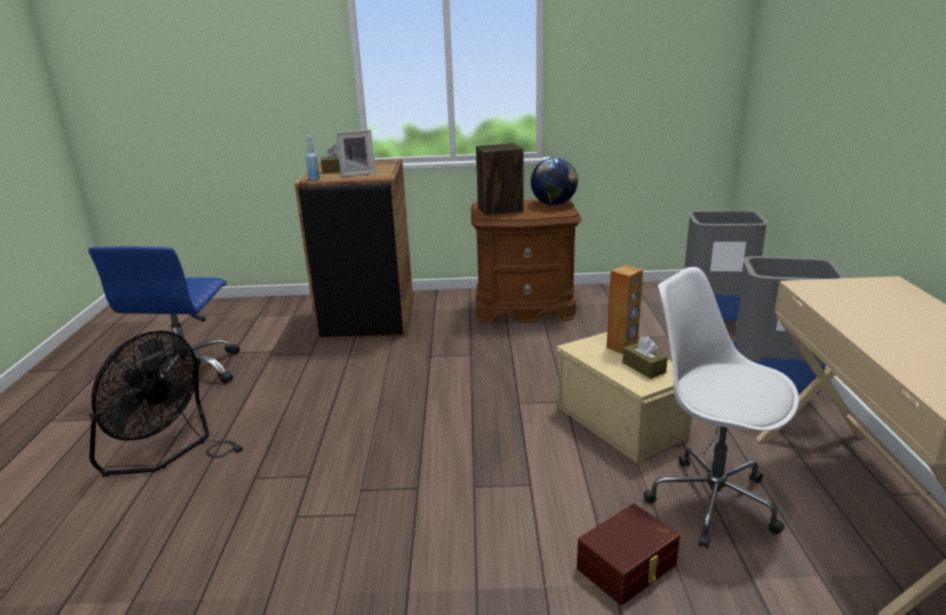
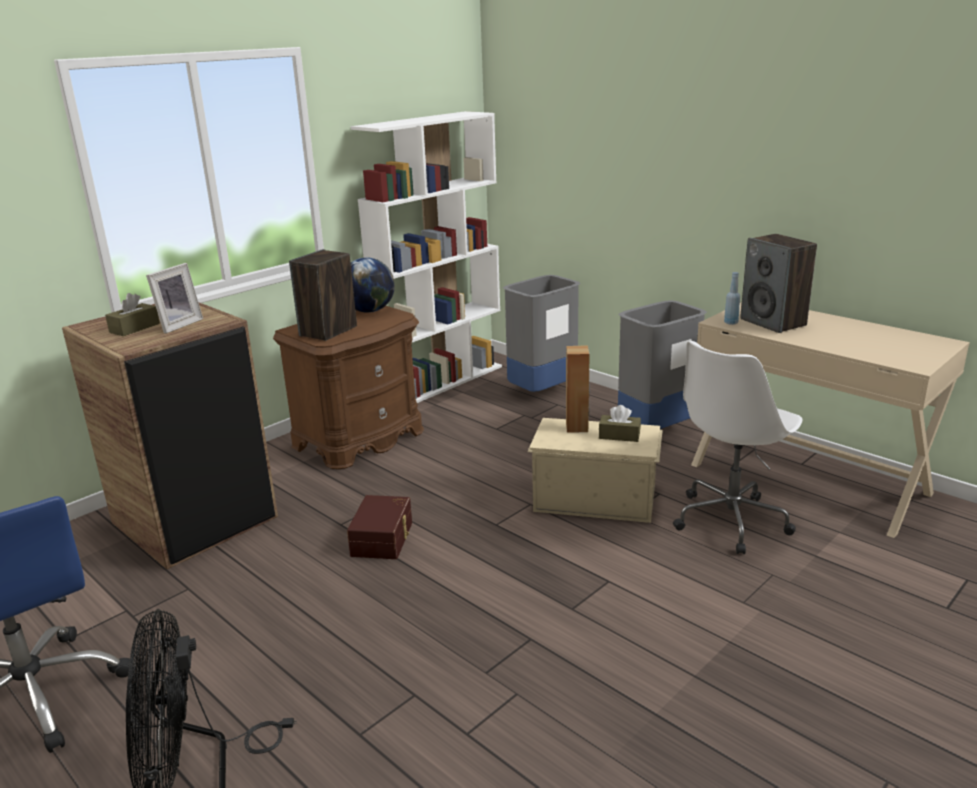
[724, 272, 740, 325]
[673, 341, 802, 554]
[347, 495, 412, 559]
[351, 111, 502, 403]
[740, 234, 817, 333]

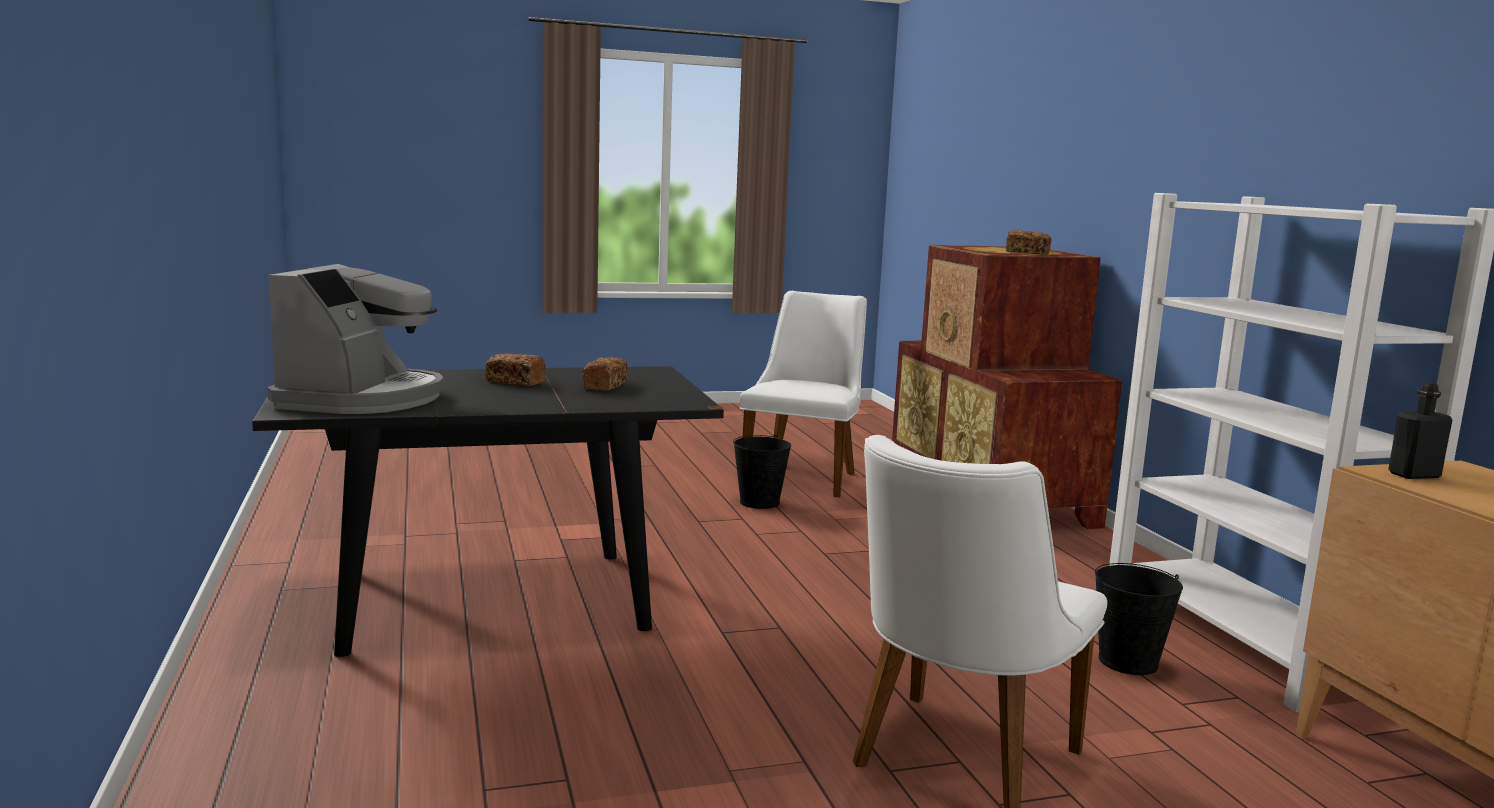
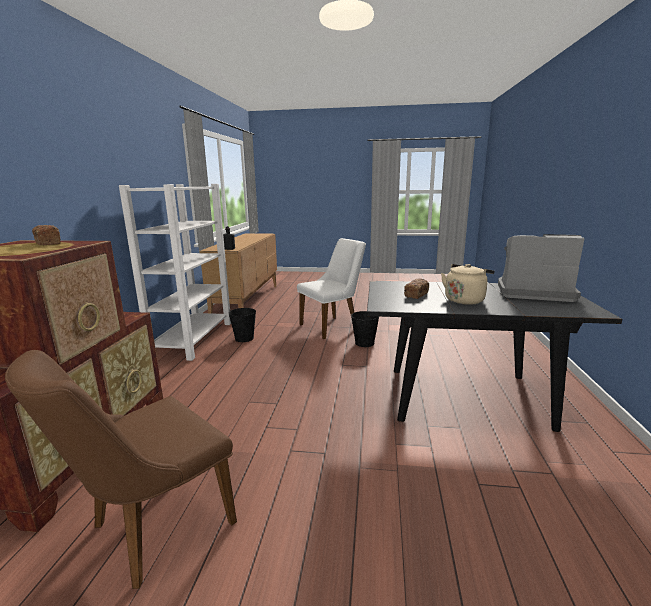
[498, 234, 585, 302]
[5, 350, 237, 589]
[441, 264, 495, 305]
[351, 311, 379, 347]

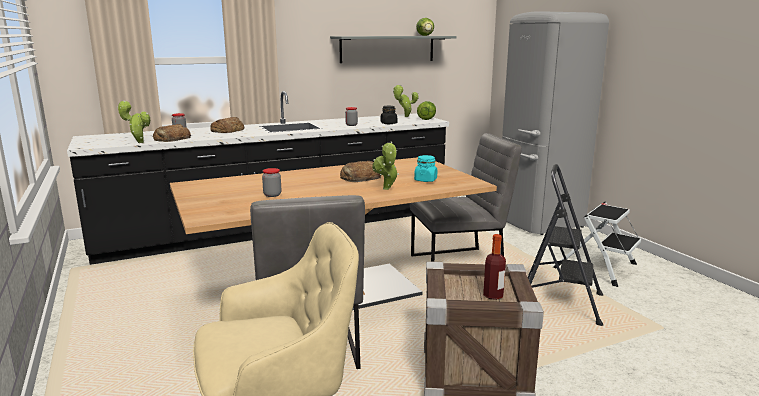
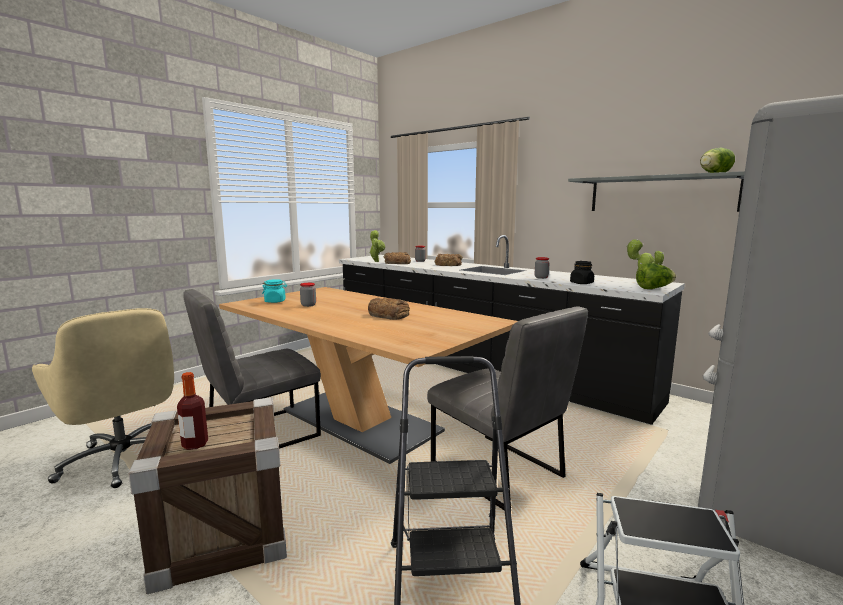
[372, 142, 399, 190] (first image)
[262, 279, 287, 303]

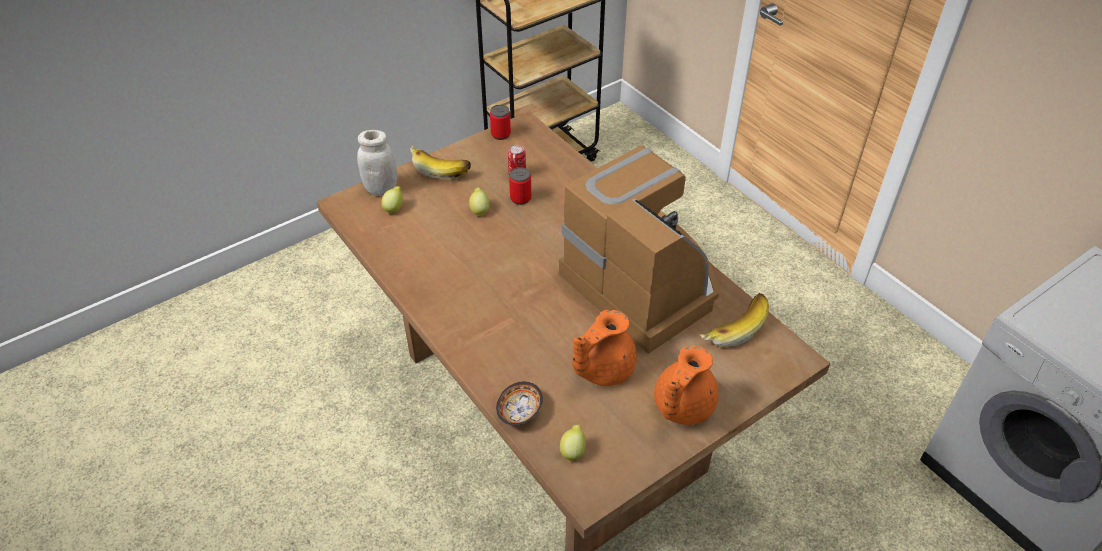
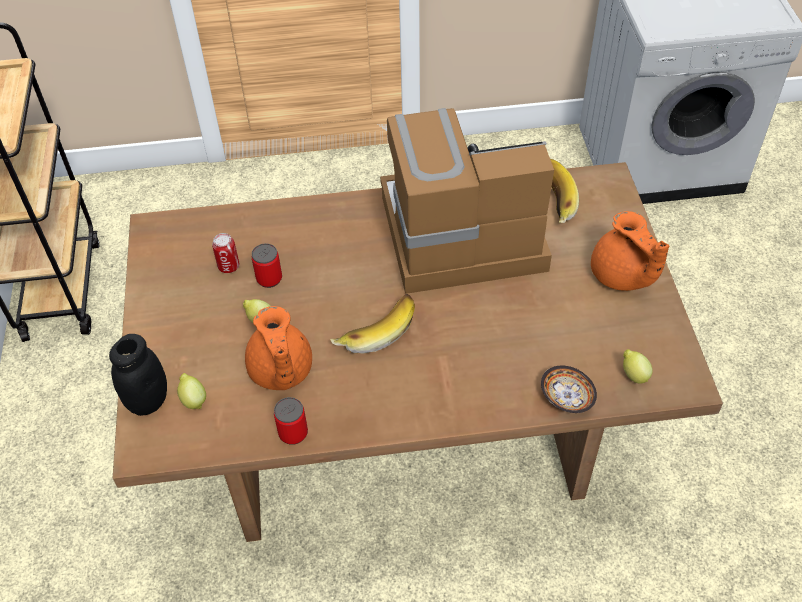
[274, 397, 308, 445]
[109, 334, 167, 416]
[330, 294, 415, 354]
[245, 306, 312, 390]

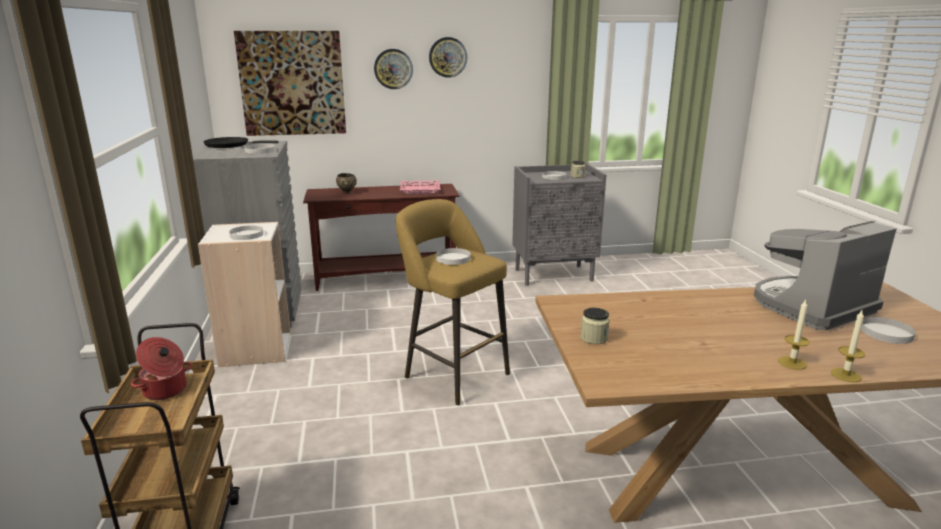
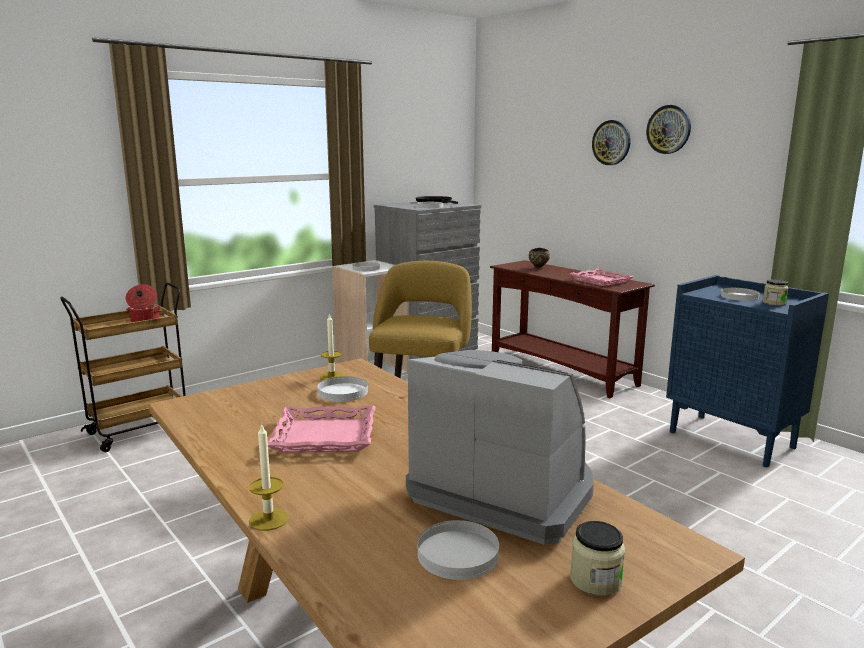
[234, 31, 346, 136] (first image)
[666, 275, 829, 467]
[317, 376, 368, 402]
[320, 313, 344, 380]
[570, 521, 625, 596]
[267, 406, 376, 453]

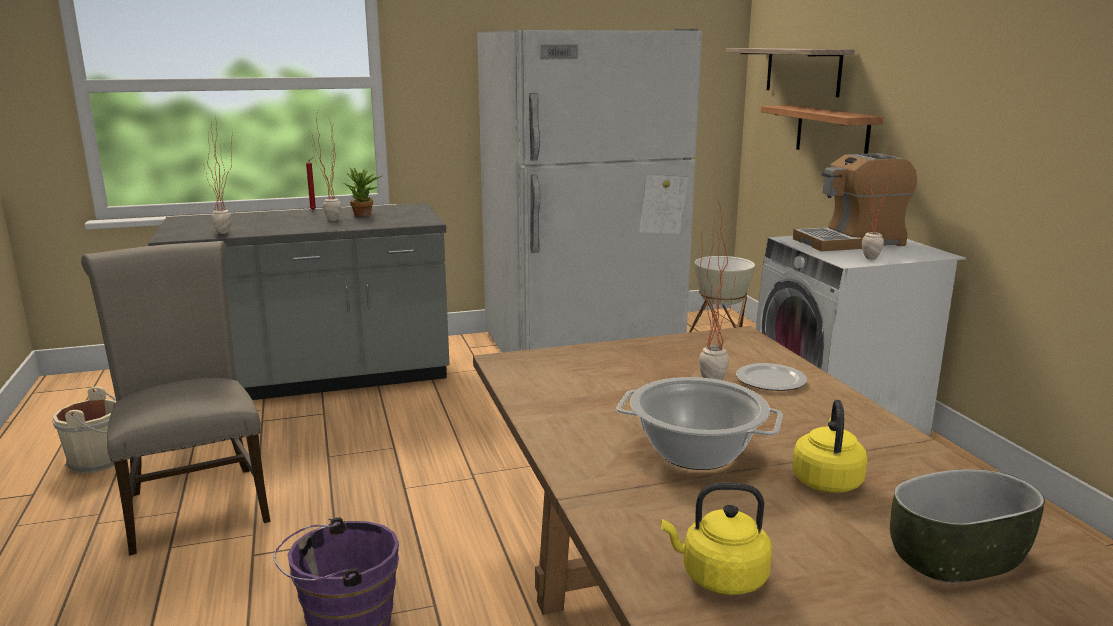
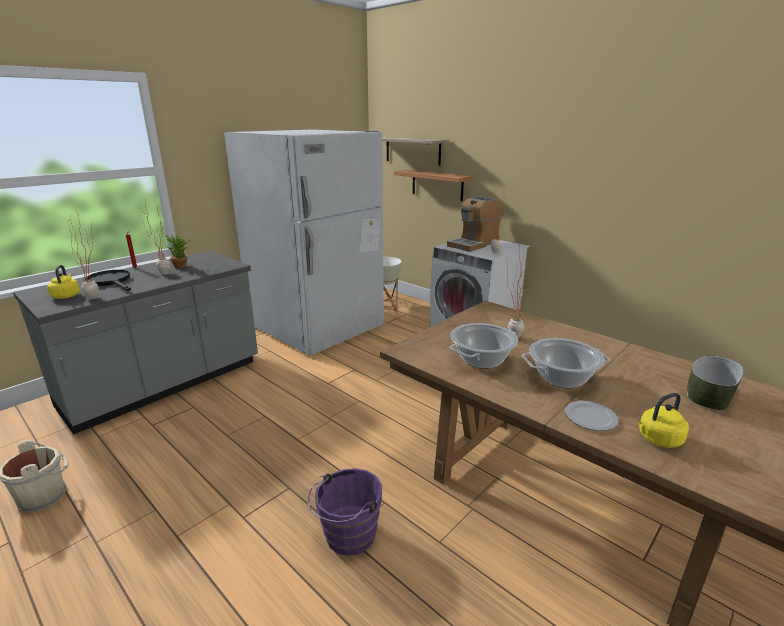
[81, 241, 271, 555] (first image)
[565, 401, 619, 431]
[47, 265, 80, 299]
[85, 270, 131, 291]
[450, 323, 518, 369]

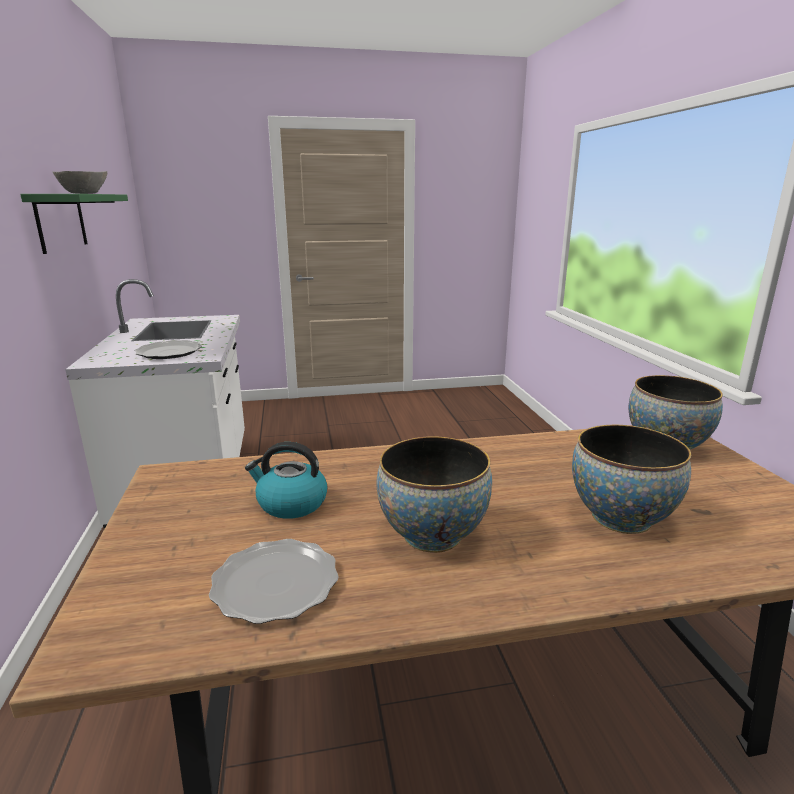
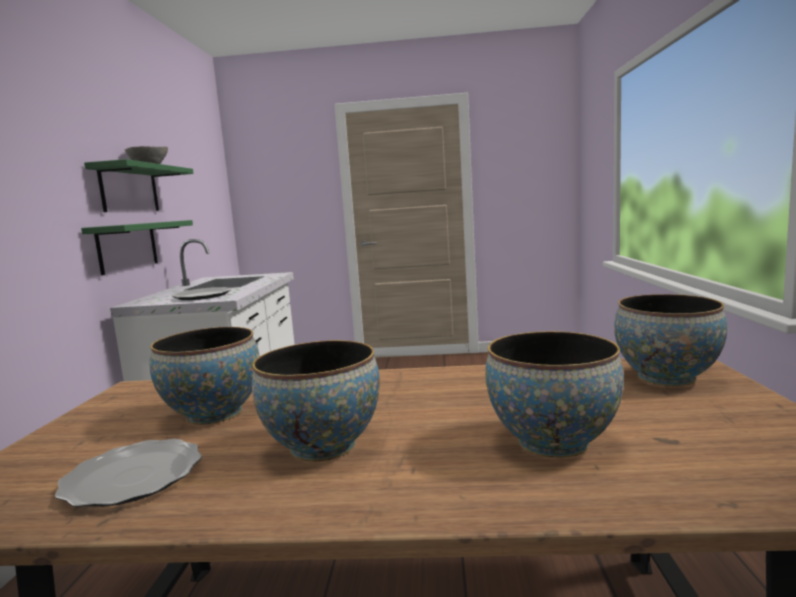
[149, 327, 260, 425]
[81, 220, 193, 275]

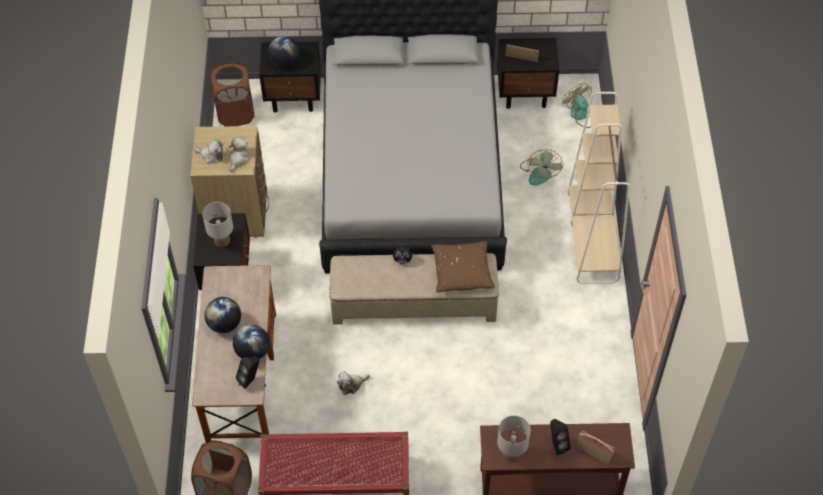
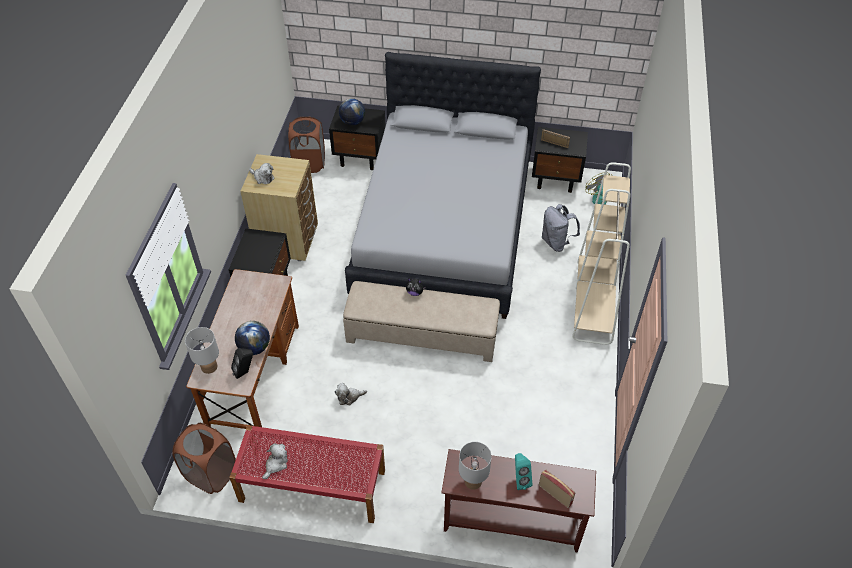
[262, 443, 288, 479]
[542, 204, 580, 252]
[185, 327, 219, 374]
[431, 241, 495, 292] (first image)
[204, 297, 241, 333] (first image)
[515, 453, 532, 490]

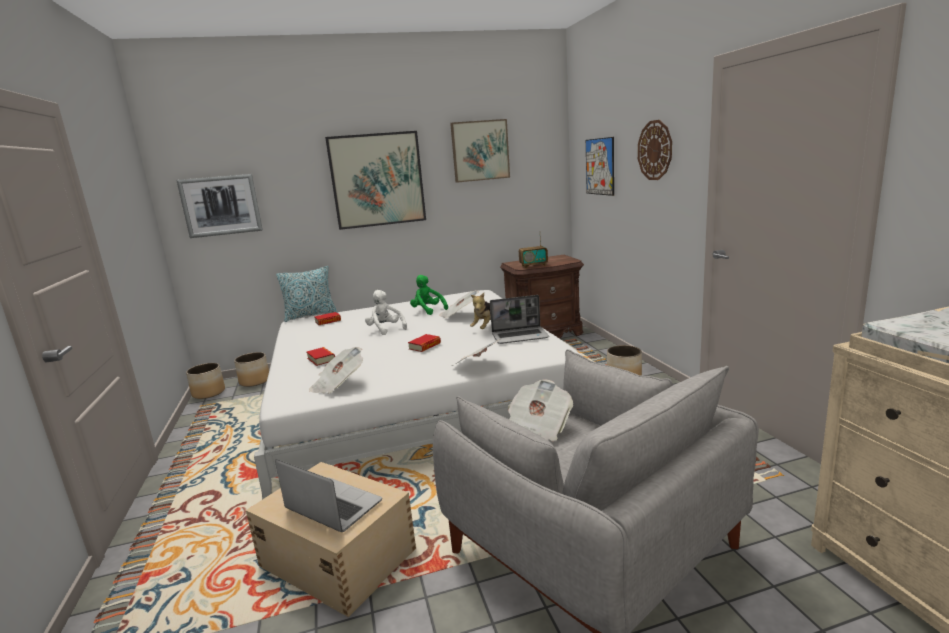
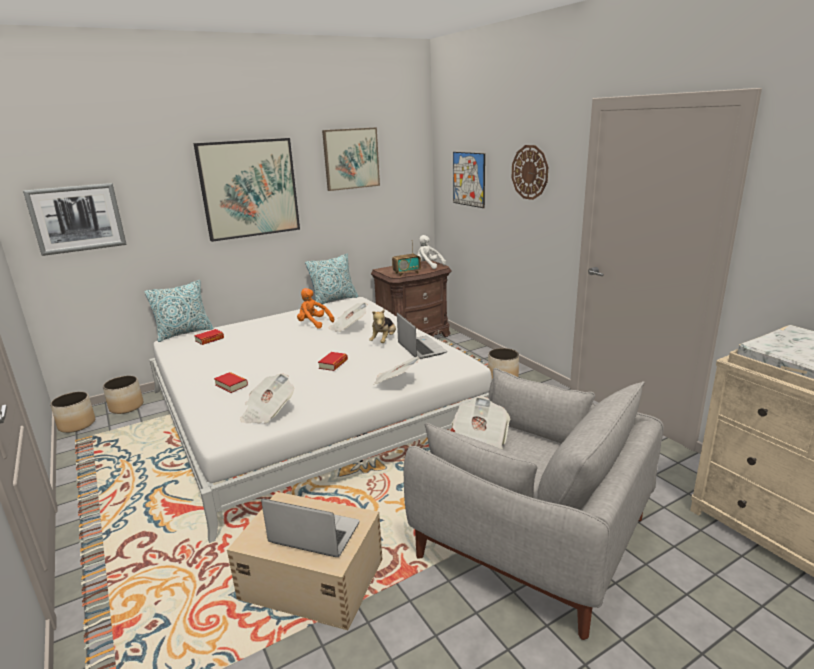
[297, 288, 334, 328]
[417, 235, 446, 269]
[397, 313, 447, 359]
[305, 253, 358, 307]

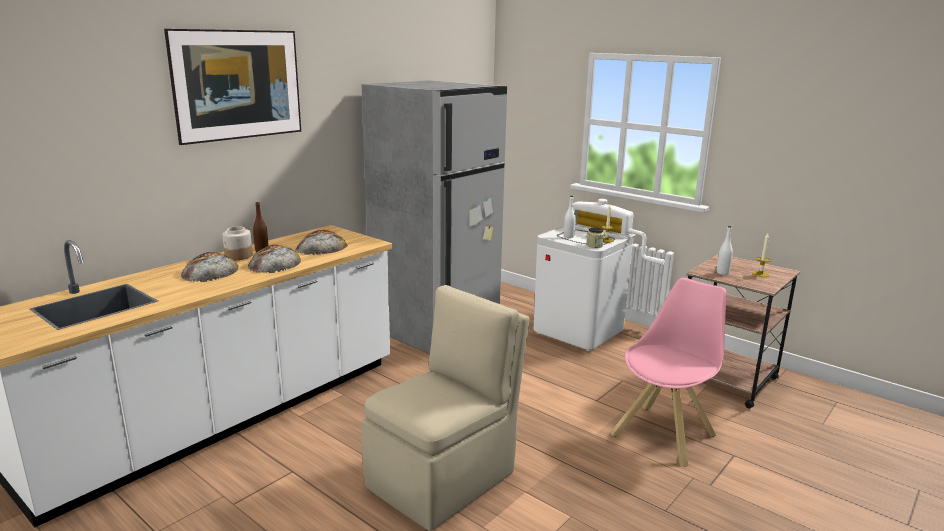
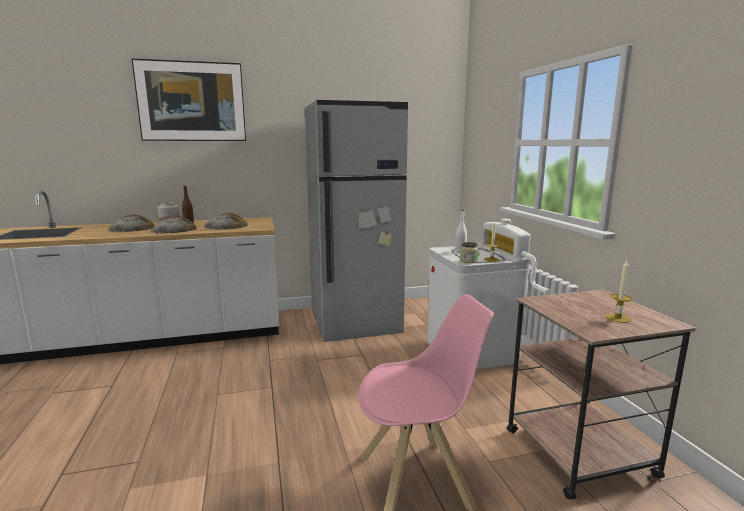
[717, 226, 733, 275] (first image)
[362, 285, 530, 531] (first image)

